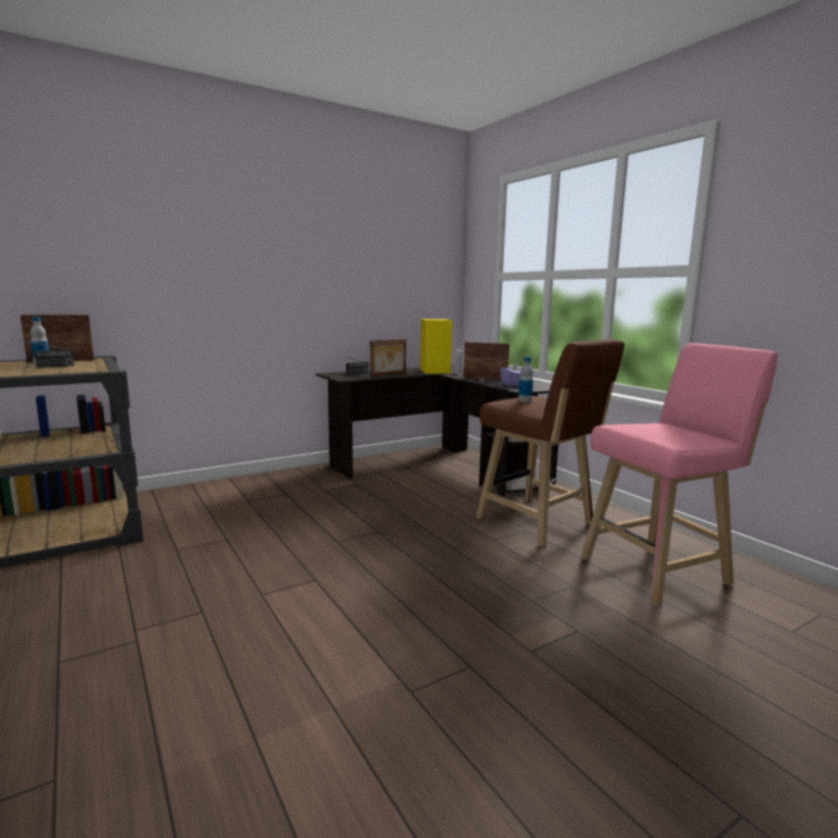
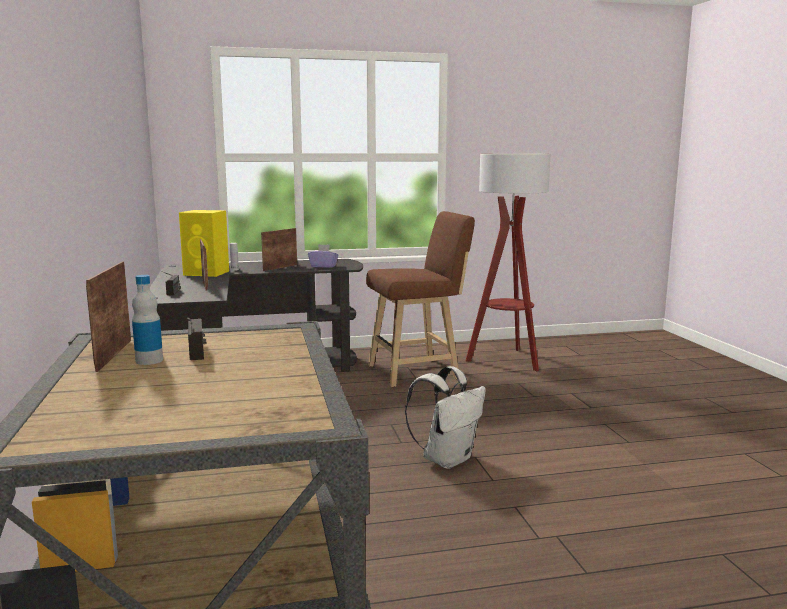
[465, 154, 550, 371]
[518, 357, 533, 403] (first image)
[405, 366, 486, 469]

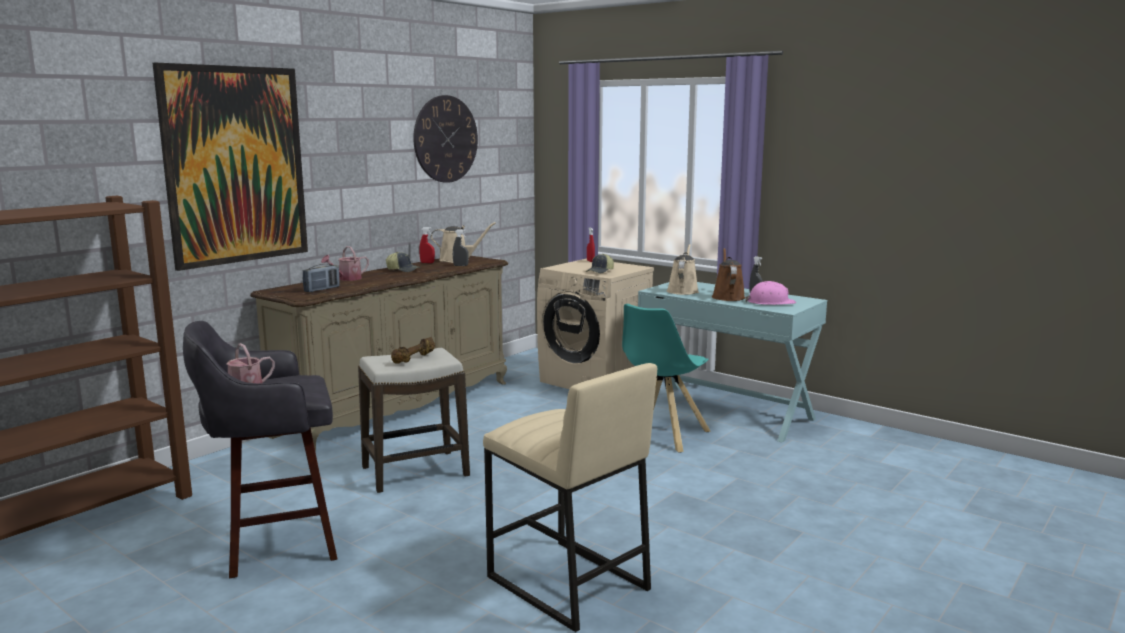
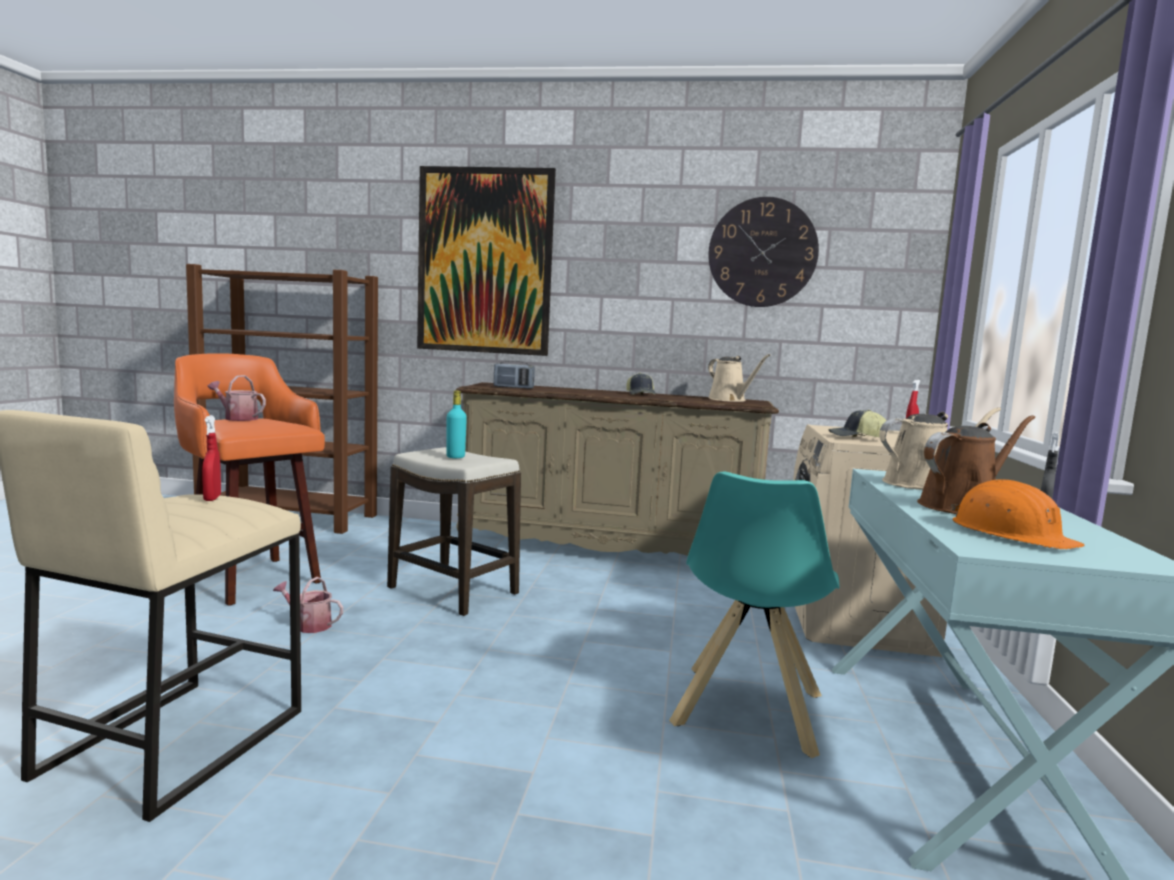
[202, 415, 221, 501]
[453, 229, 469, 266] (first image)
[273, 577, 343, 633]
[951, 479, 1085, 549]
[669, 472, 839, 758]
[174, 353, 325, 606]
[446, 391, 467, 458]

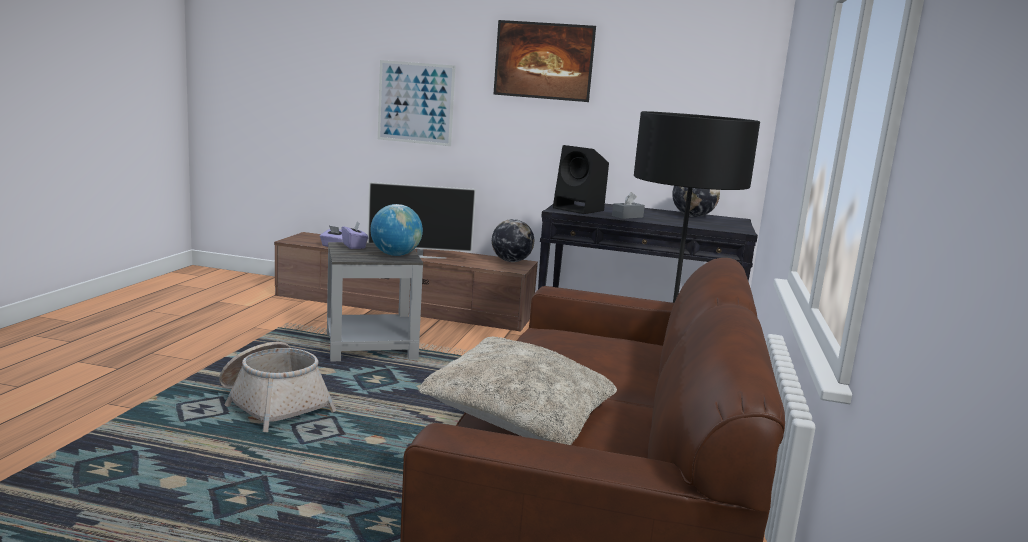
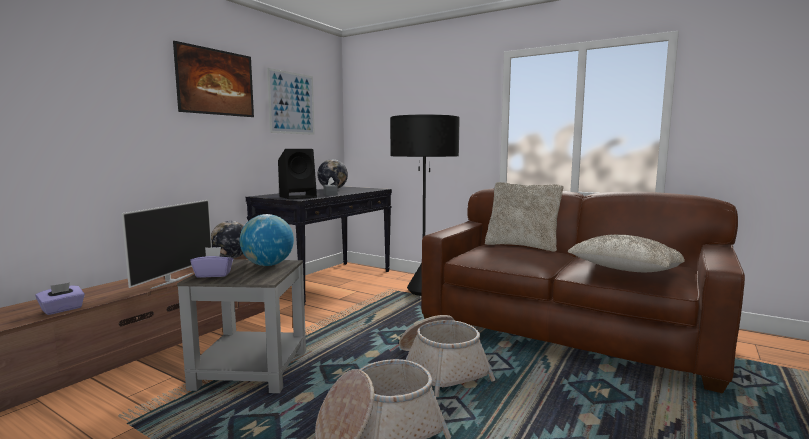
[267, 68, 315, 135]
[485, 182, 564, 252]
[399, 315, 495, 397]

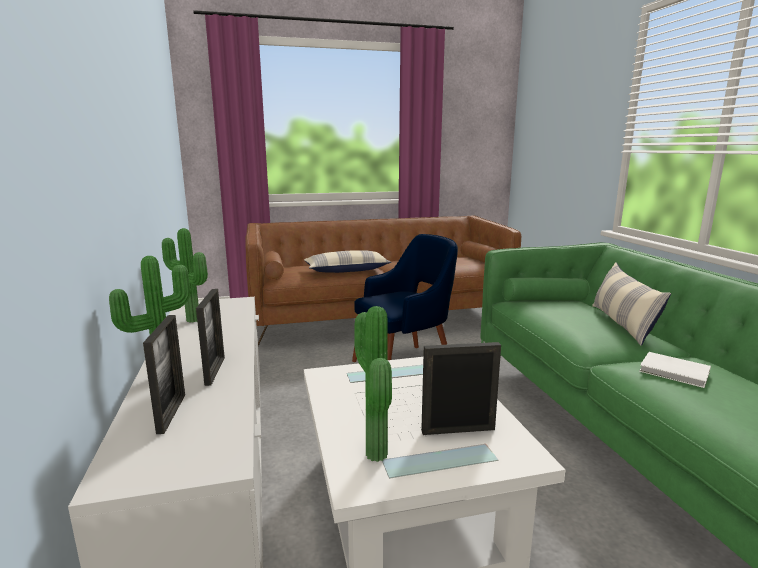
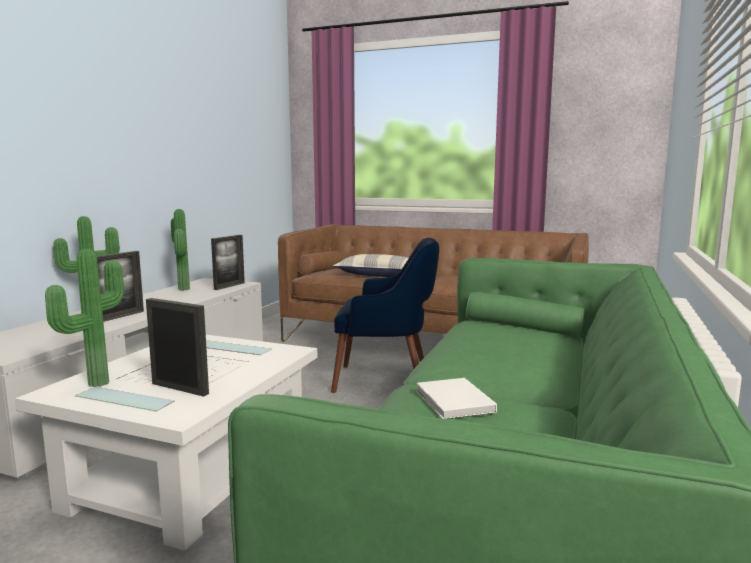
[592, 263, 671, 346] (first image)
[211, 235, 245, 290]

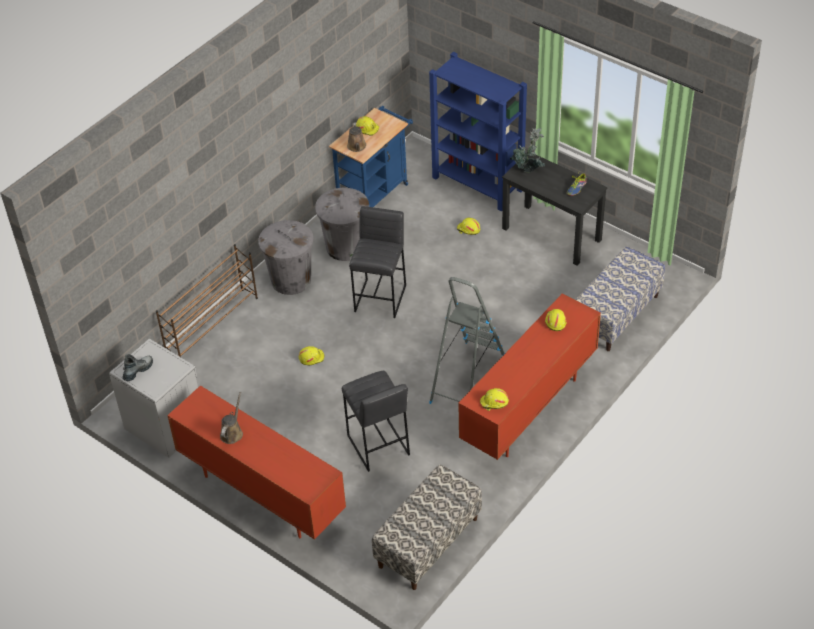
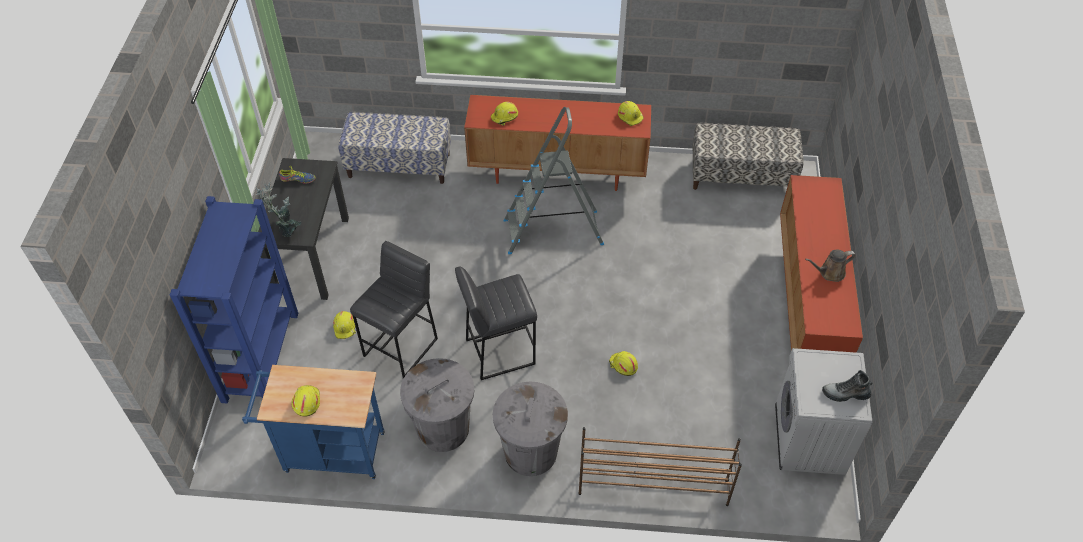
[347, 123, 366, 152] (first image)
[350, 241, 438, 379]

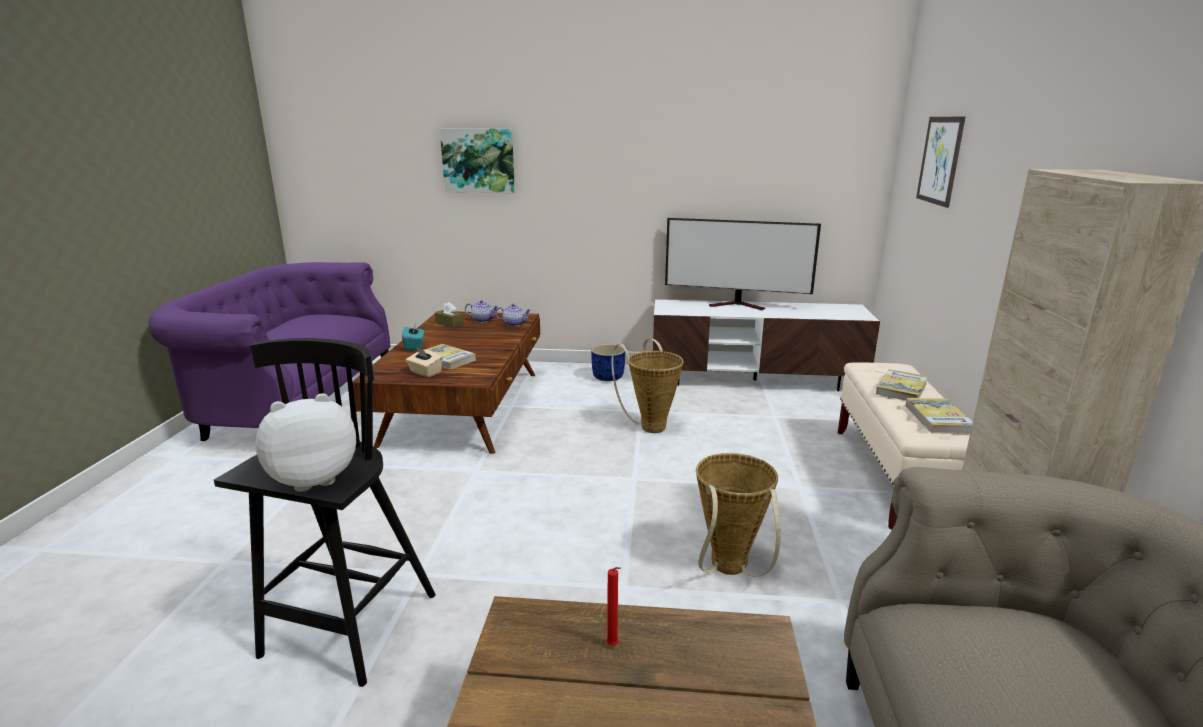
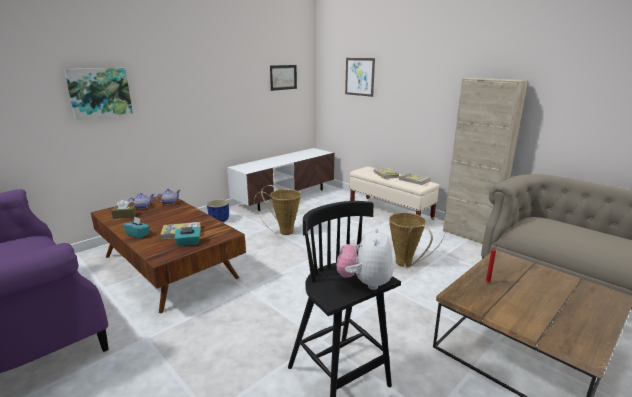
[665, 218, 821, 310] (first image)
[175, 227, 201, 246]
[270, 65, 297, 91]

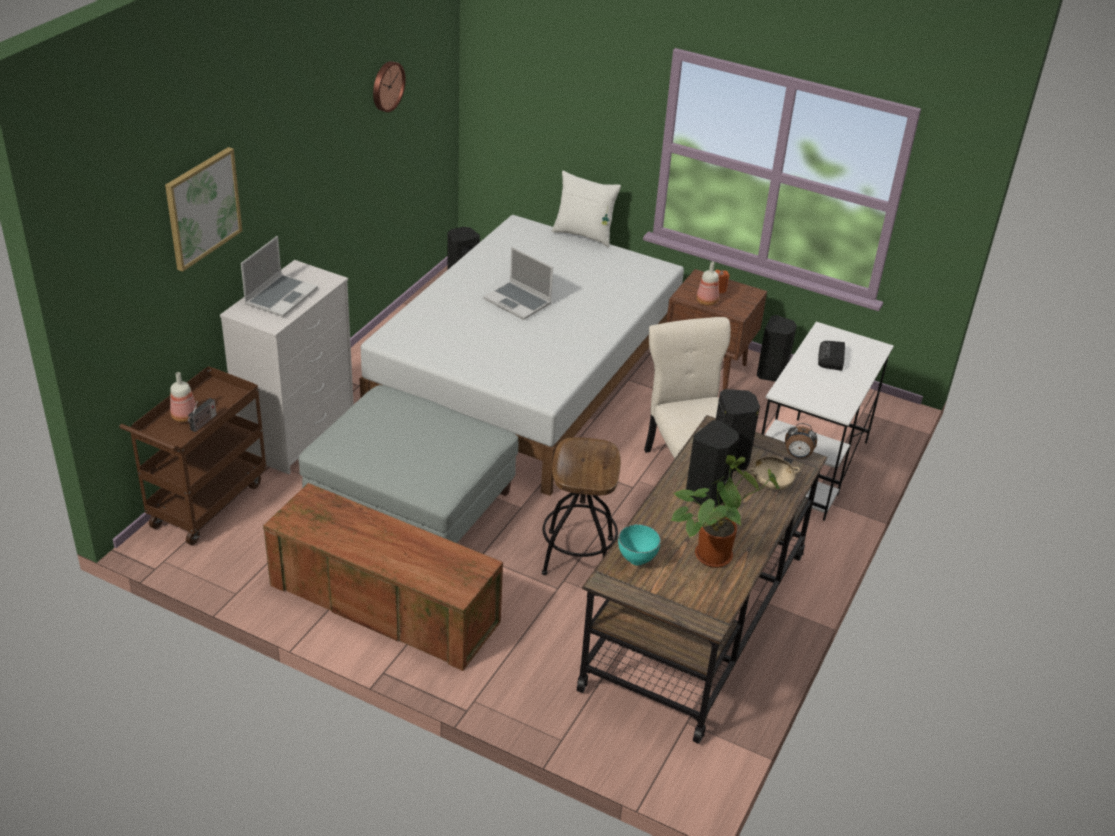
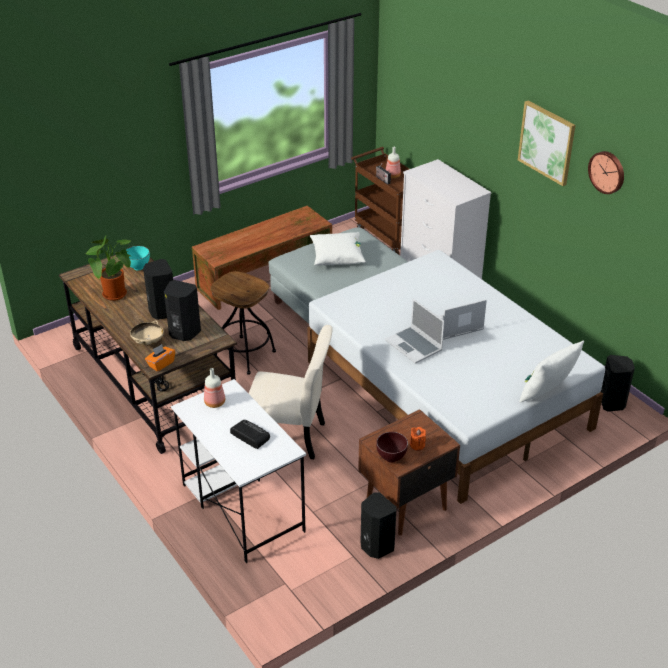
[518, 101, 575, 186]
[385, 299, 445, 364]
[204, 368, 225, 408]
[145, 344, 175, 372]
[310, 232, 366, 265]
[376, 432, 408, 463]

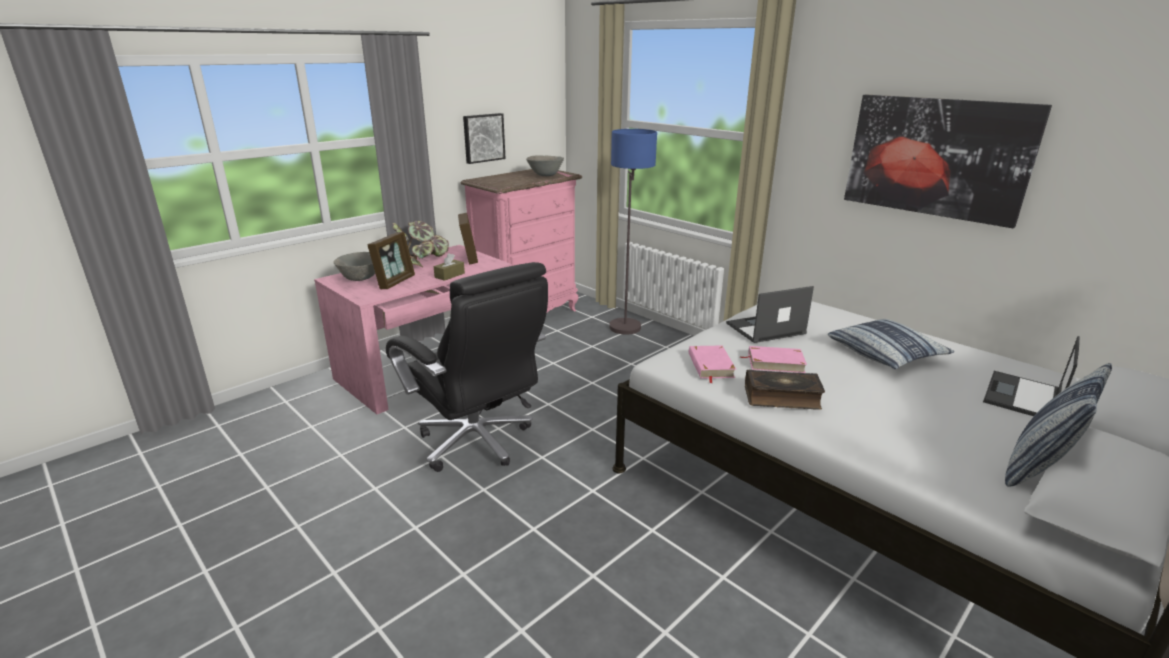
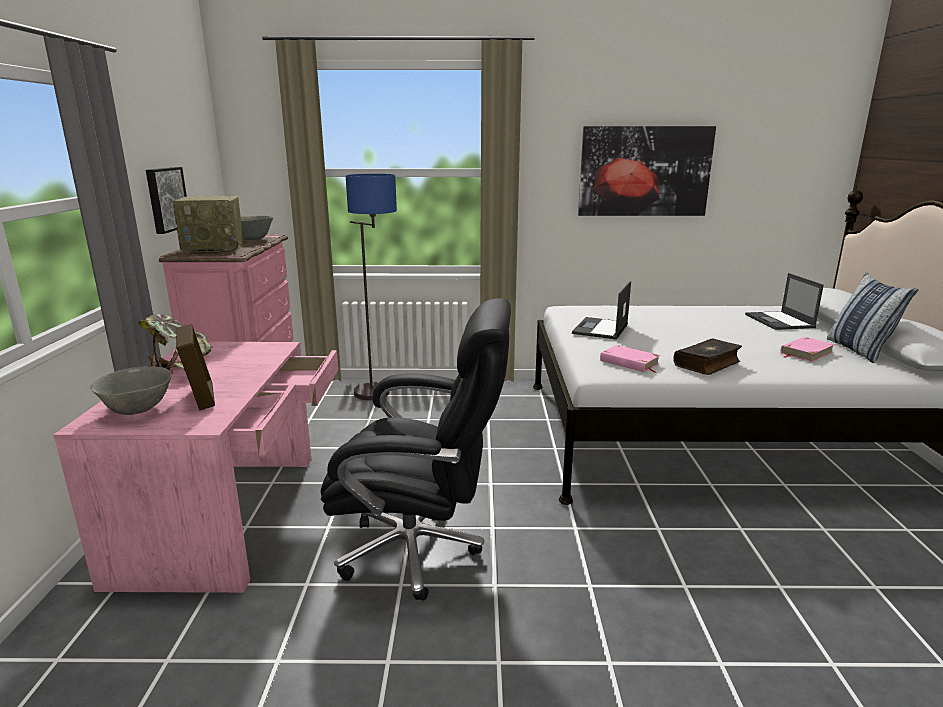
[458, 213, 478, 265] (first image)
[434, 253, 465, 281] (first image)
[828, 319, 954, 369] (first image)
[780, 337, 835, 362]
[172, 196, 244, 254]

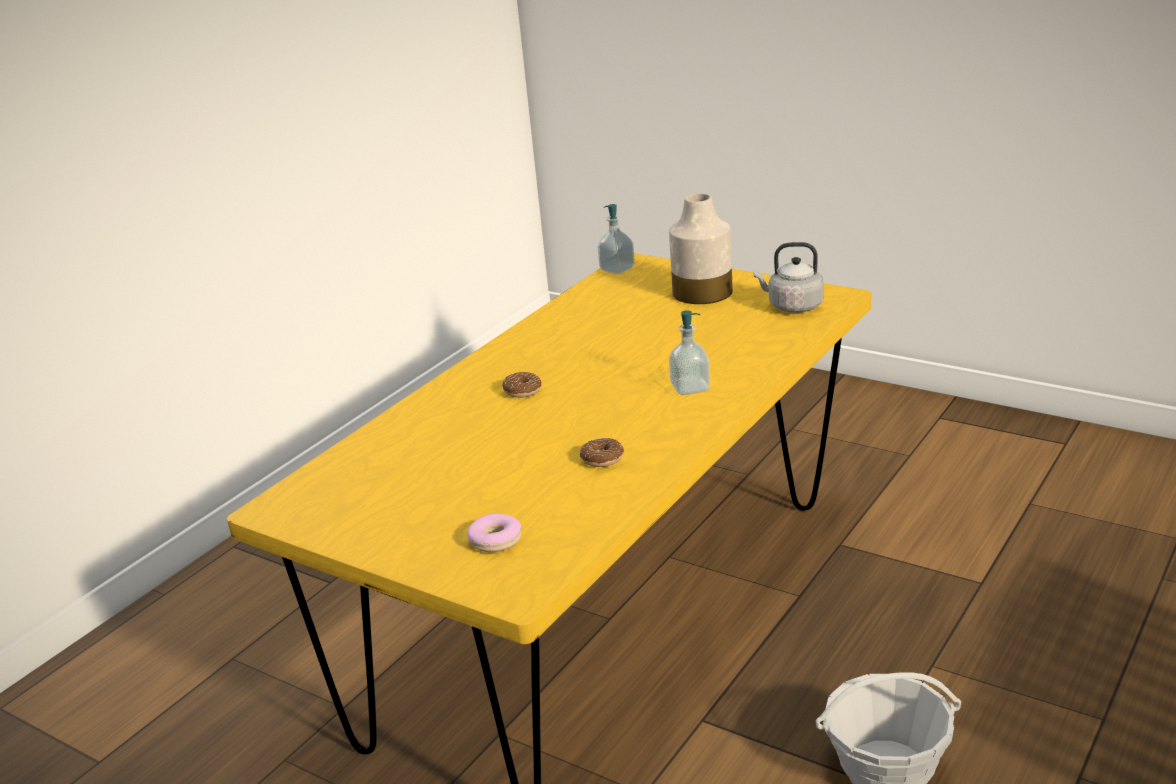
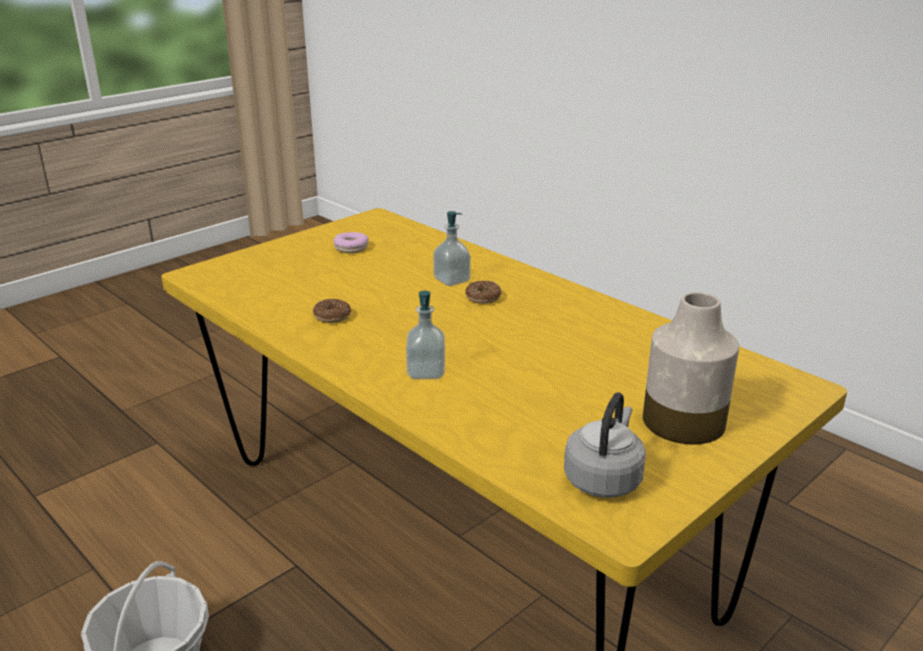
[433, 211, 471, 286]
[333, 232, 369, 253]

